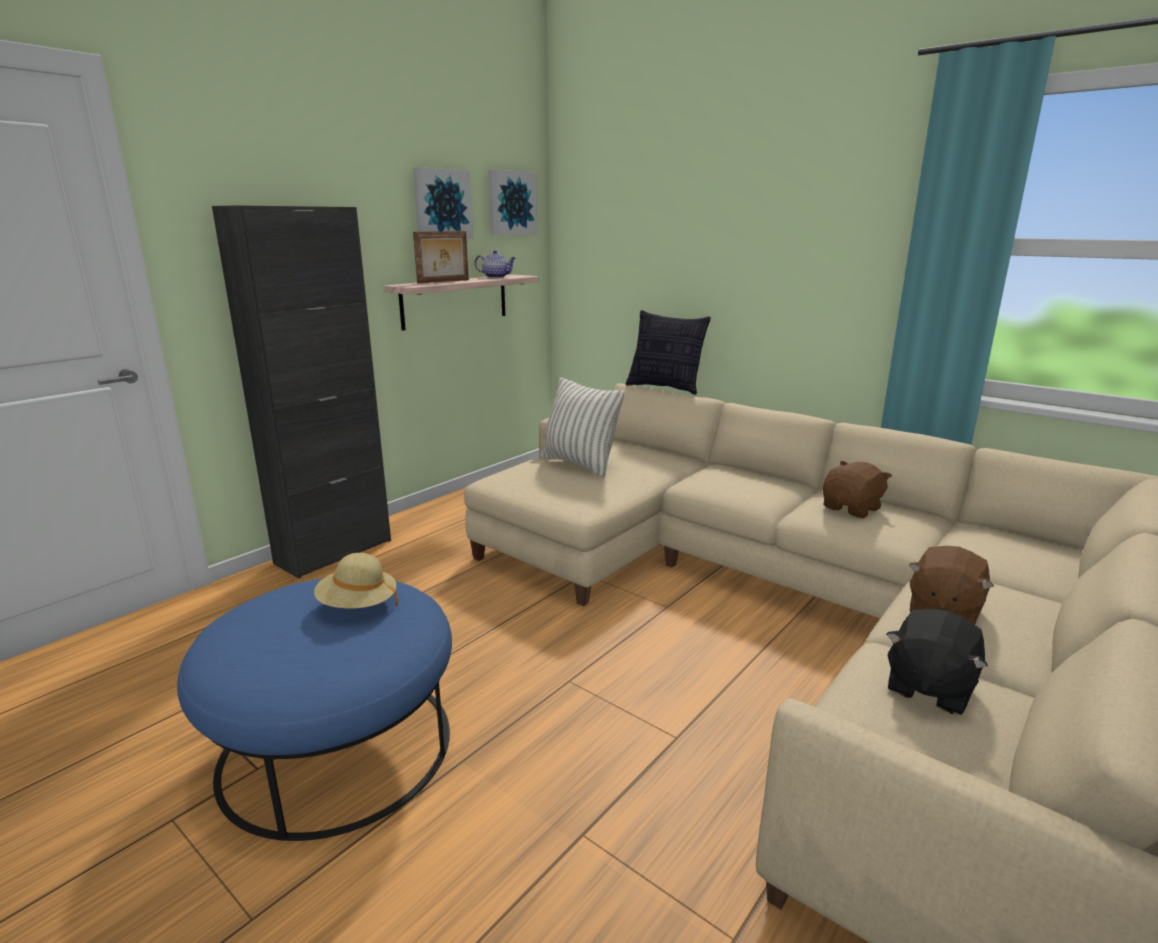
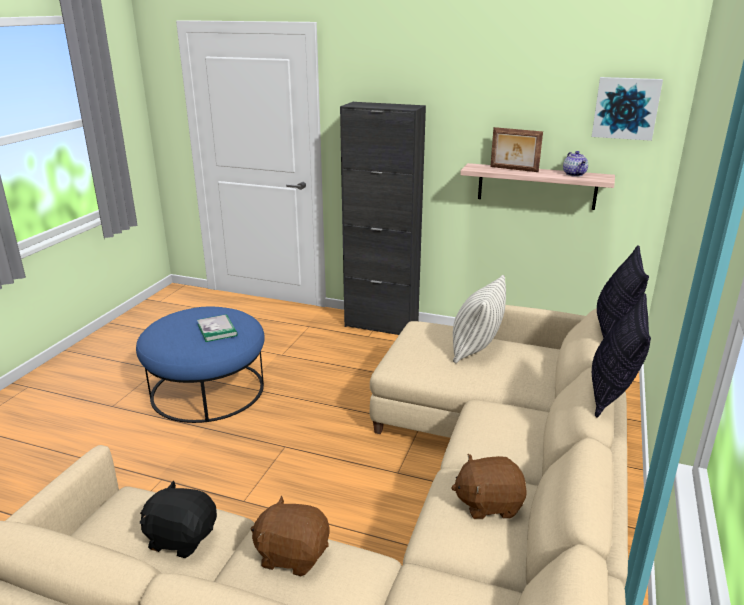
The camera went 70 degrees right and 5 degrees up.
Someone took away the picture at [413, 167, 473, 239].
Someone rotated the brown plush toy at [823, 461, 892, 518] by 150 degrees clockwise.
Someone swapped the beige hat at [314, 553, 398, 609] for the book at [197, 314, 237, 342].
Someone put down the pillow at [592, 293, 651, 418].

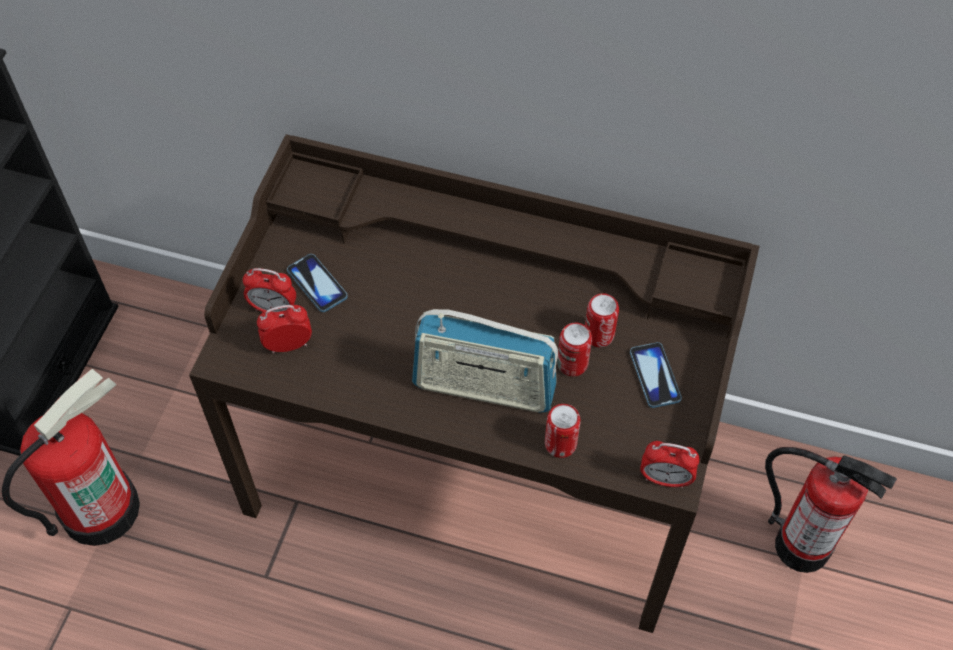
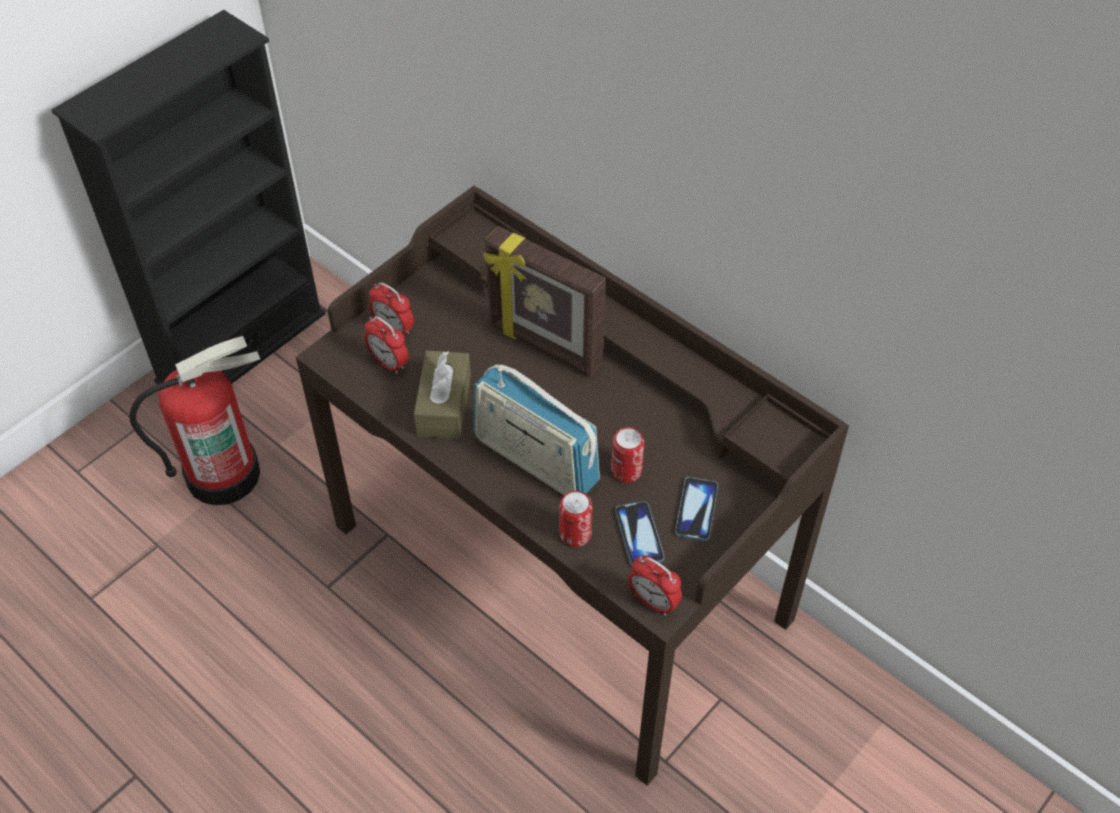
The camera went 25 degrees right and 5 degrees down.
Someone carried the phone from [287, 254, 348, 312] to [615, 501, 665, 566].
Someone took away the can at [585, 293, 619, 347].
Someone rotated the alarm clock at [257, 305, 312, 354] by 150 degrees counterclockwise.
Someone took away the fire extinguisher at [765, 447, 897, 573].
Someone put down the picture frame at [483, 226, 606, 376].
Someone put down the brown tissue box at [414, 350, 471, 439].

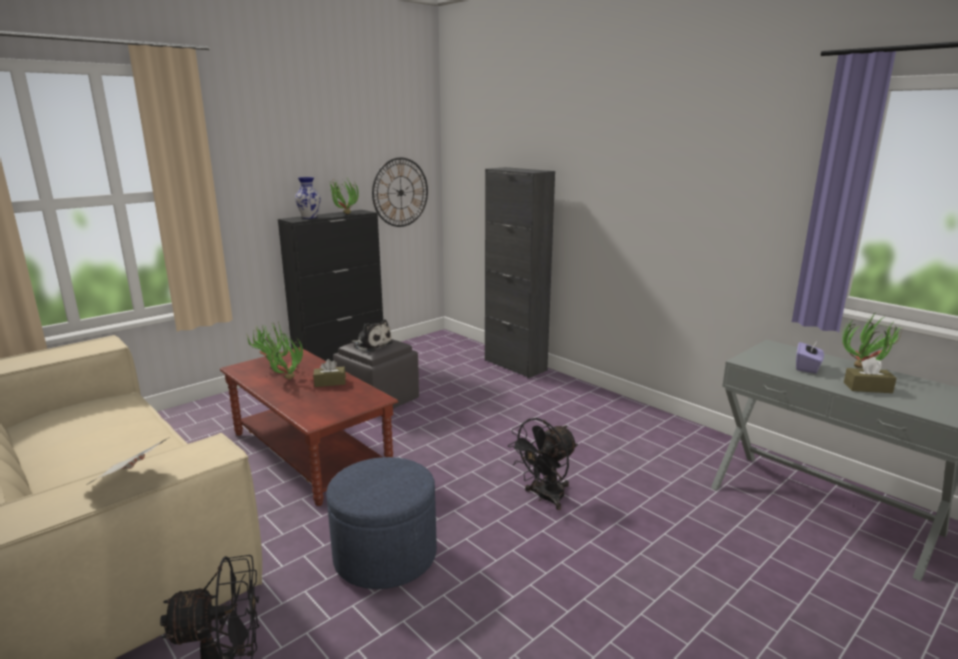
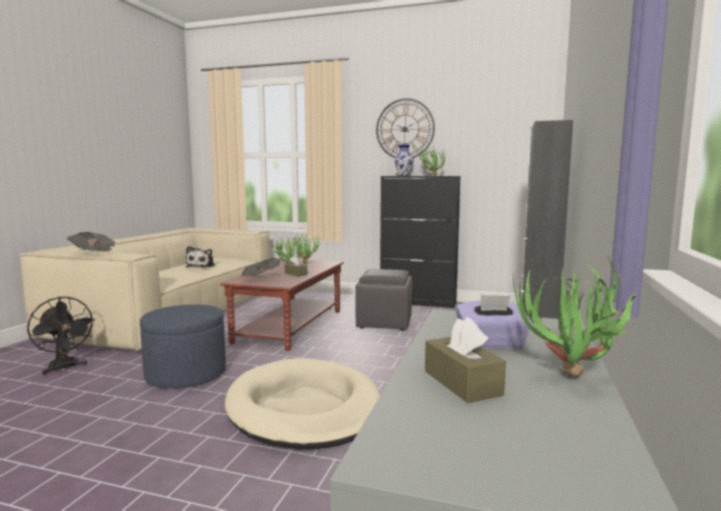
The camera went 60 degrees right and 10 degrees down.
Someone carried the wall clock from [372, 158, 428, 227] to [376, 98, 435, 158].
Someone carried the plush toy from [351, 319, 393, 352] to [186, 246, 215, 268].
Someone swapped the black fan at [508, 418, 578, 510] for the beige dog bed at [225, 358, 381, 449].
Someone put down the newspaper at [241, 258, 281, 276].

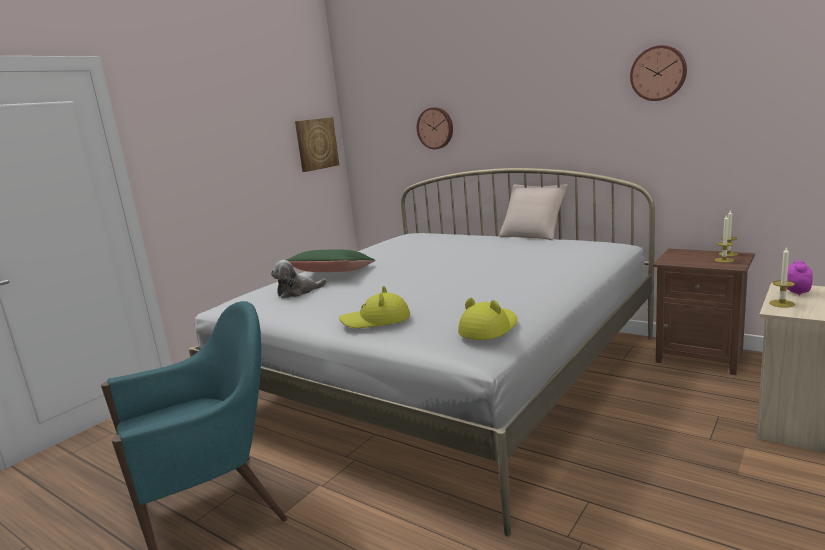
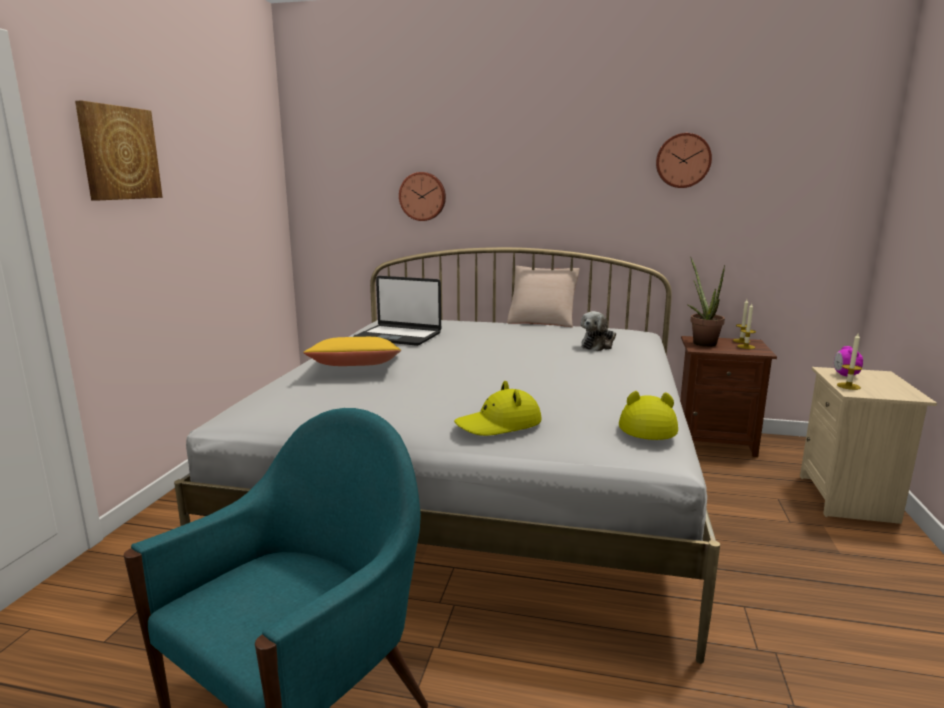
The camera went 25 degrees left and 0 degrees up.
Someone carried the picture from [295, 117, 339, 172] to [75, 101, 163, 200].
Someone repainted the green pillow at [286, 249, 375, 272], which became the yellow pillow at [304, 337, 401, 366].
Someone carried the plush toy from [271, 260, 327, 299] to [581, 311, 616, 351].
Someone put down the potted plant at [687, 257, 725, 347].
Someone put down the laptop at [353, 276, 441, 346].

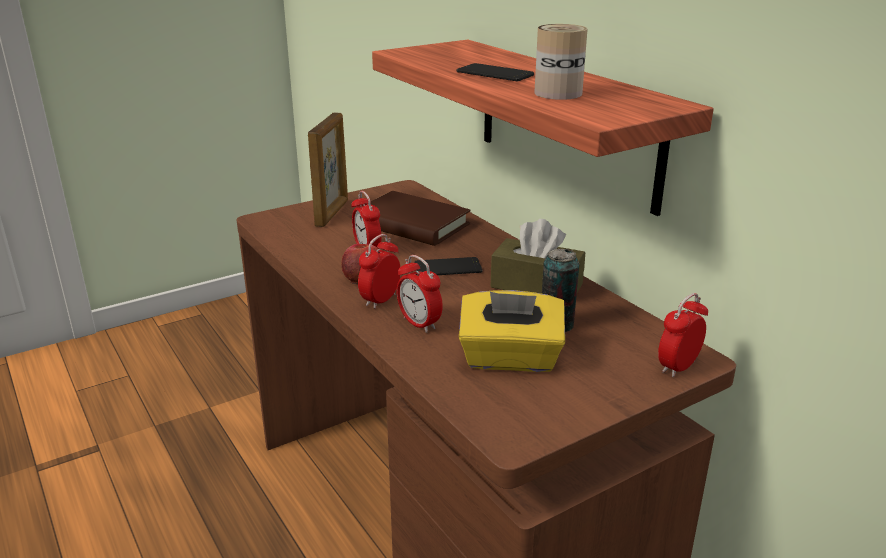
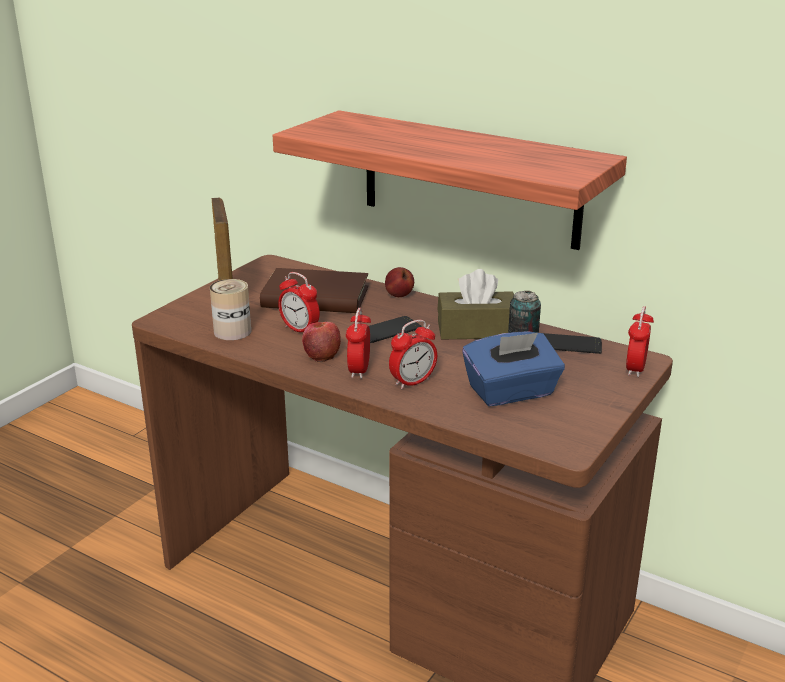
The camera went 25 degrees left and 0 degrees up.
Someone carried the can from [534, 24, 588, 100] to [210, 279, 251, 340].
Someone carried the phone from [457, 63, 534, 82] to [543, 333, 602, 354].
Someone rotated the alarm clock at [397, 255, 443, 333] by 60 degrees counterclockwise.
Someone repainted the yellow tissue box at [459, 290, 565, 372], which became the blue tissue box at [462, 331, 565, 406].
Someone put down the apple at [385, 267, 414, 297].

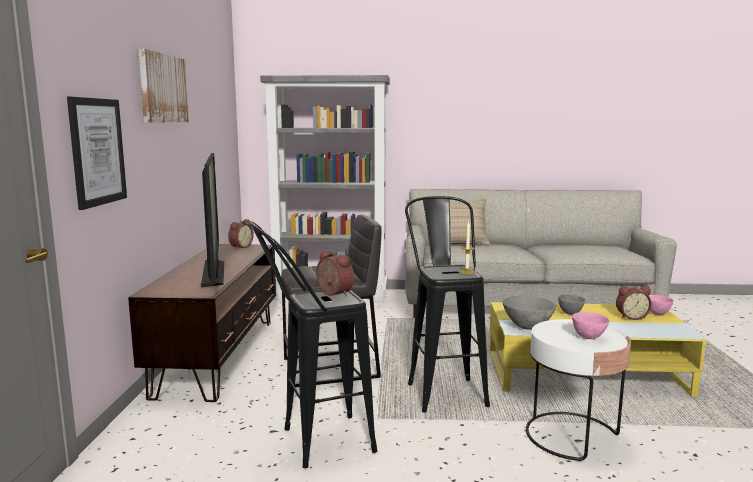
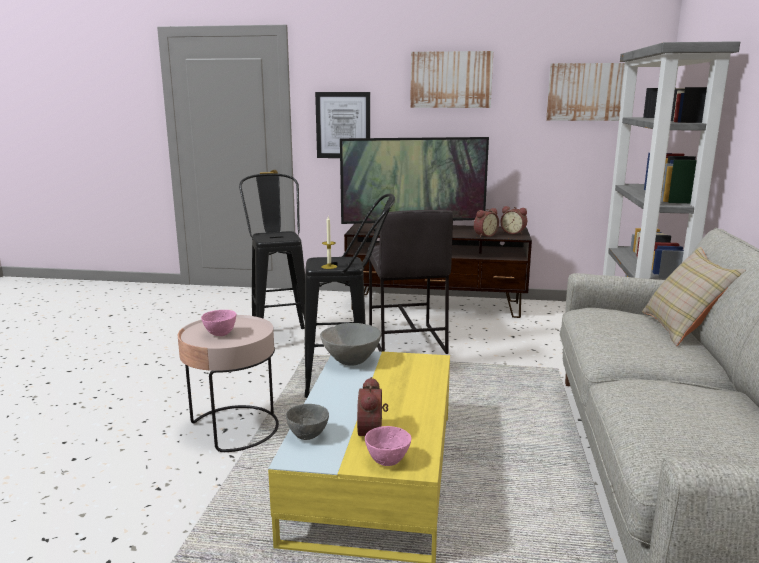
The camera went 95 degrees right and 5 degrees up.
Someone carried the alarm clock from [316, 250, 354, 297] to [474, 208, 499, 237].
Someone carried the grey bowl from [558, 295, 585, 315] to [286, 404, 329, 440].
Someone repainted the white side table at [526, 319, 631, 461], which became the pink side table at [178, 315, 279, 453].
Someone put up the picture at [546, 63, 625, 121].

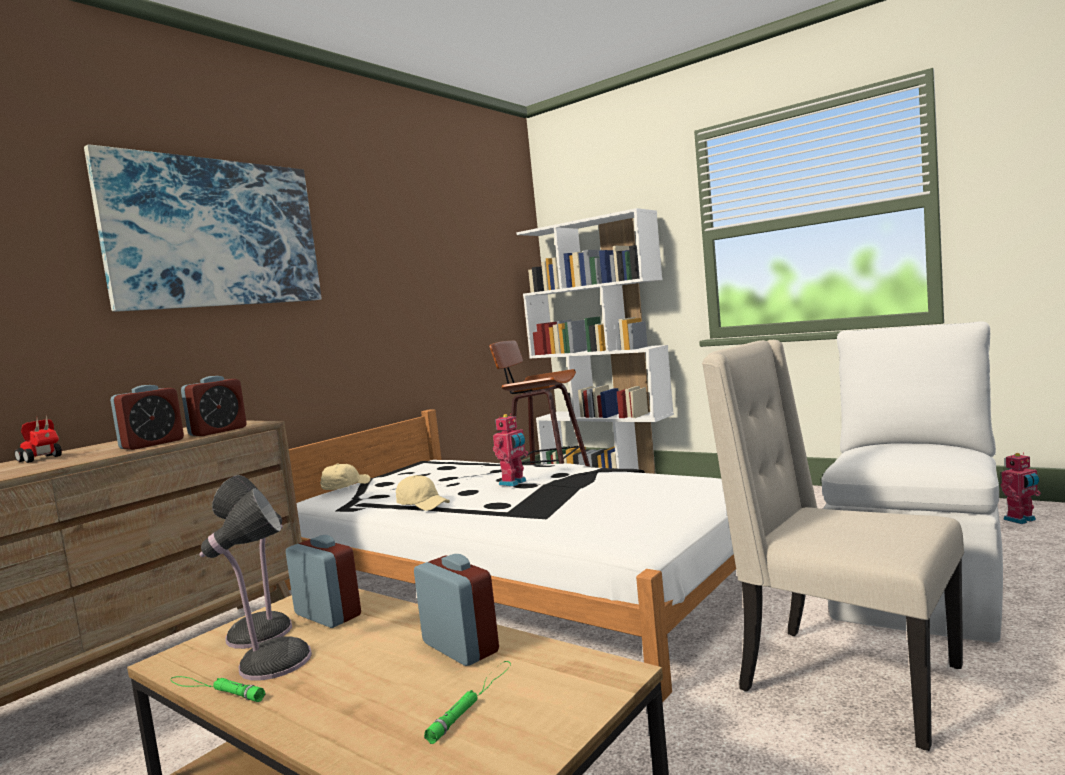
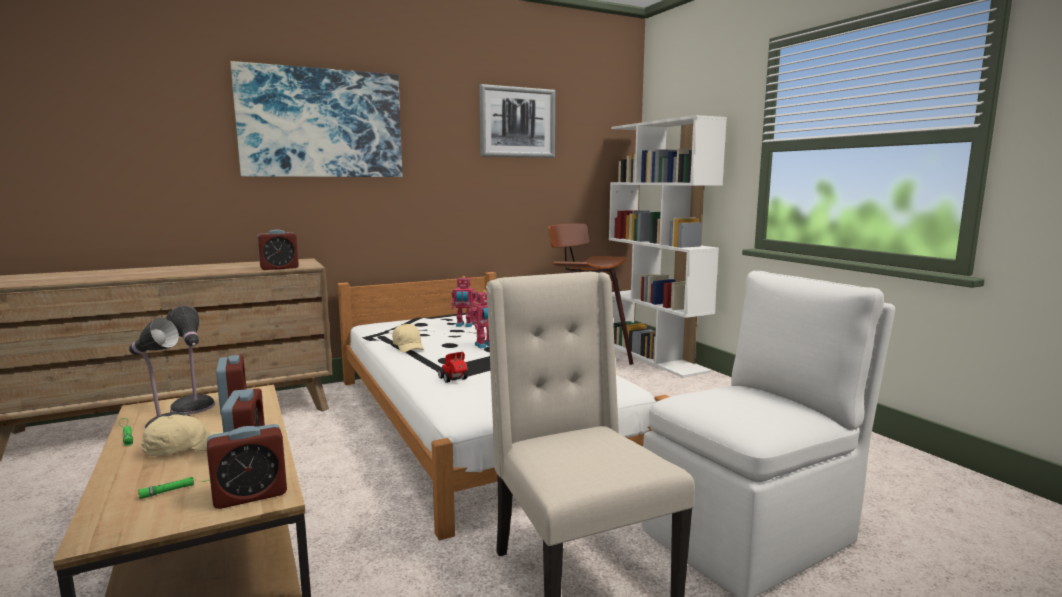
The camera went 25 degrees right and 5 degrees up.
Someone carried the alarm clock from [110, 385, 184, 450] to [207, 424, 287, 509].
Someone carried the toy car from [15, 414, 62, 463] to [438, 352, 468, 383].
Someone carried the toy robot from [1001, 453, 1041, 524] to [451, 276, 477, 327].
Someone carried the beige cap from [320, 464, 371, 490] to [141, 414, 223, 456].
Someone put up the picture at [479, 84, 555, 158].

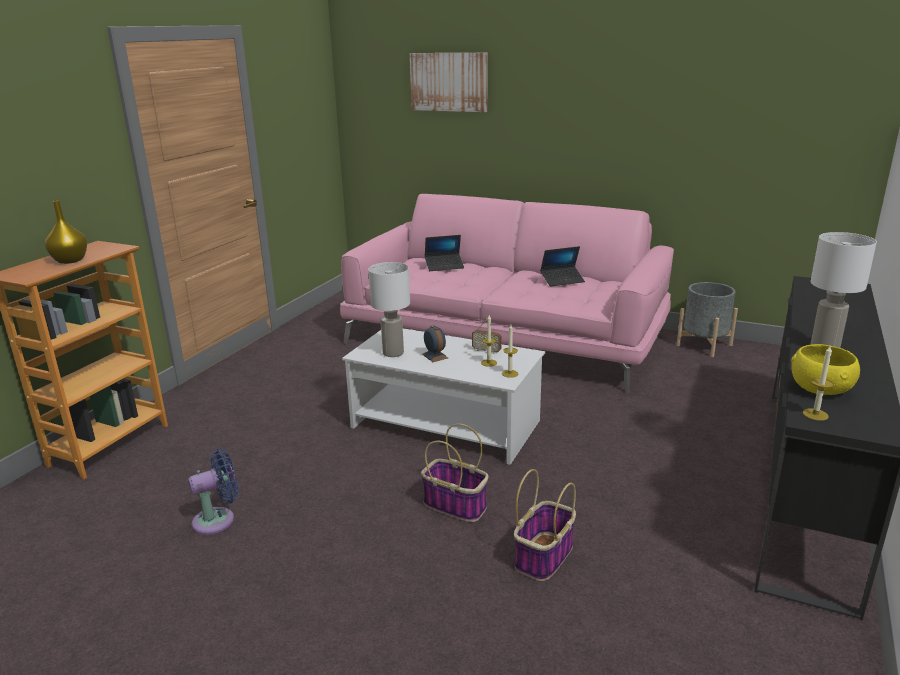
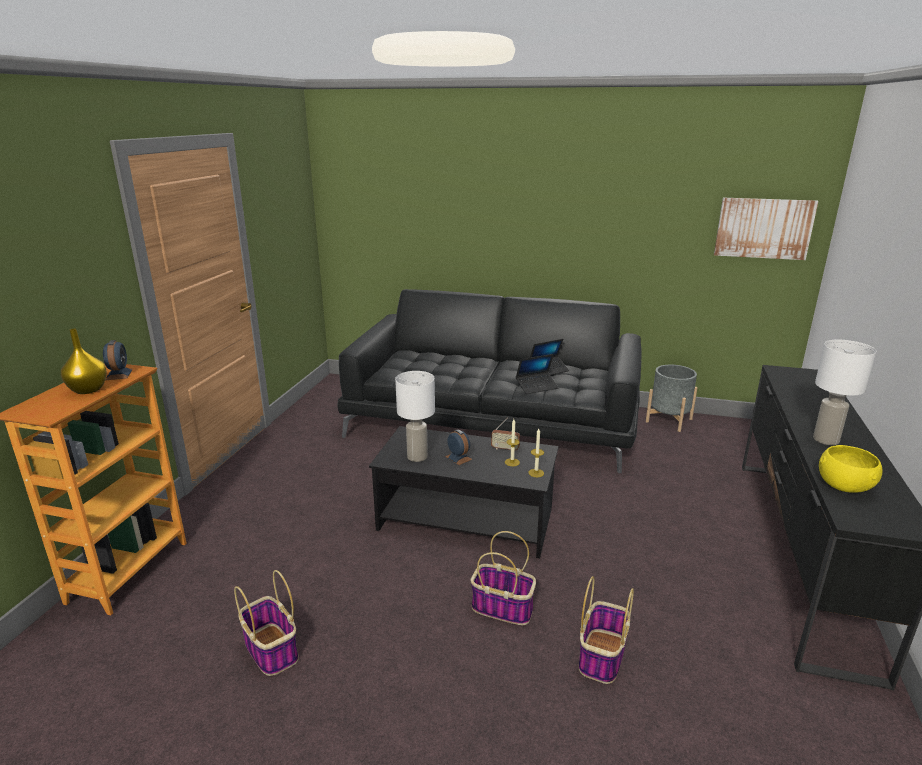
The camera went 10 degrees left and 0 degrees up.
Someone carried the picture from [410, 53, 488, 112] to [714, 198, 818, 260].
Someone repainted the pink sofa at [340, 194, 674, 393], which became the black sofa at [338, 289, 642, 474].
Someone carried the laptop from [425, 235, 464, 271] to [516, 354, 559, 394].
Someone repainted the white coffee table at [342, 328, 545, 465], which became the black coffee table at [369, 426, 559, 558].
Someone took away the candle at [803, 346, 834, 421].
Someone swapped the blue fan at [188, 449, 239, 535] for the basket at [234, 570, 299, 676].
Someone put down the alarm clock at [103, 340, 133, 380].

